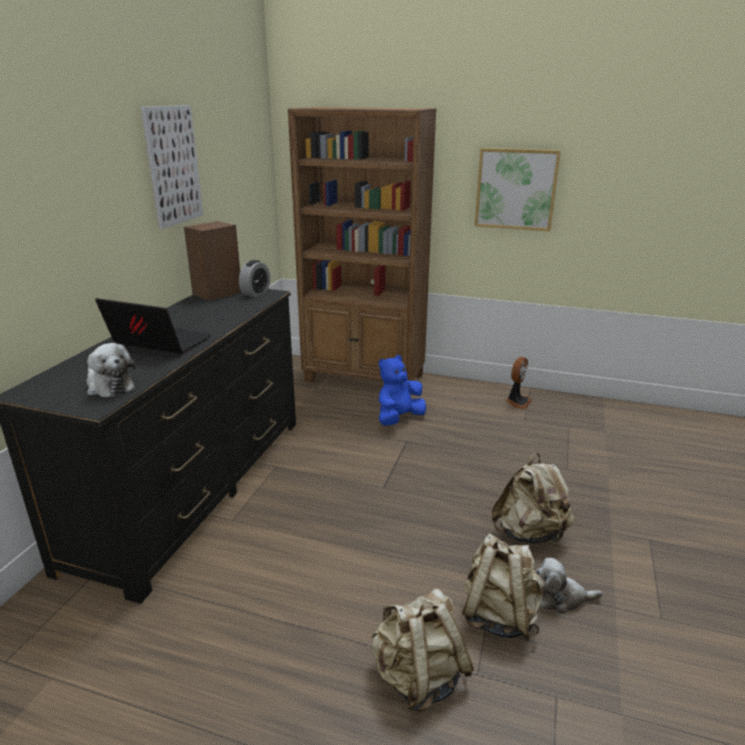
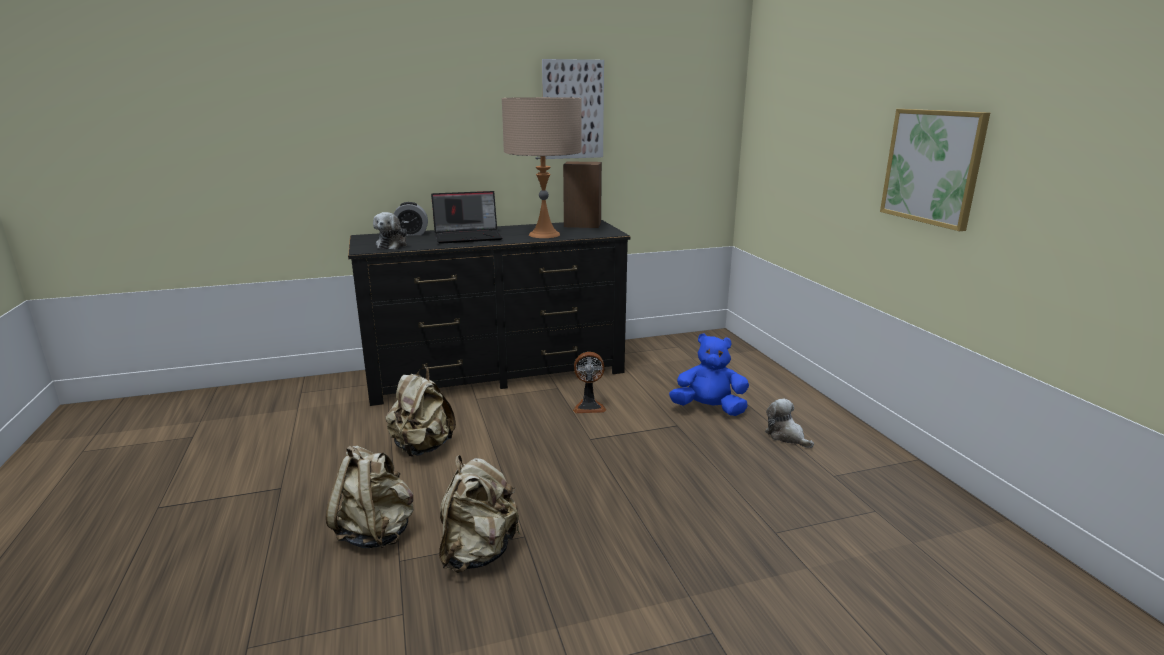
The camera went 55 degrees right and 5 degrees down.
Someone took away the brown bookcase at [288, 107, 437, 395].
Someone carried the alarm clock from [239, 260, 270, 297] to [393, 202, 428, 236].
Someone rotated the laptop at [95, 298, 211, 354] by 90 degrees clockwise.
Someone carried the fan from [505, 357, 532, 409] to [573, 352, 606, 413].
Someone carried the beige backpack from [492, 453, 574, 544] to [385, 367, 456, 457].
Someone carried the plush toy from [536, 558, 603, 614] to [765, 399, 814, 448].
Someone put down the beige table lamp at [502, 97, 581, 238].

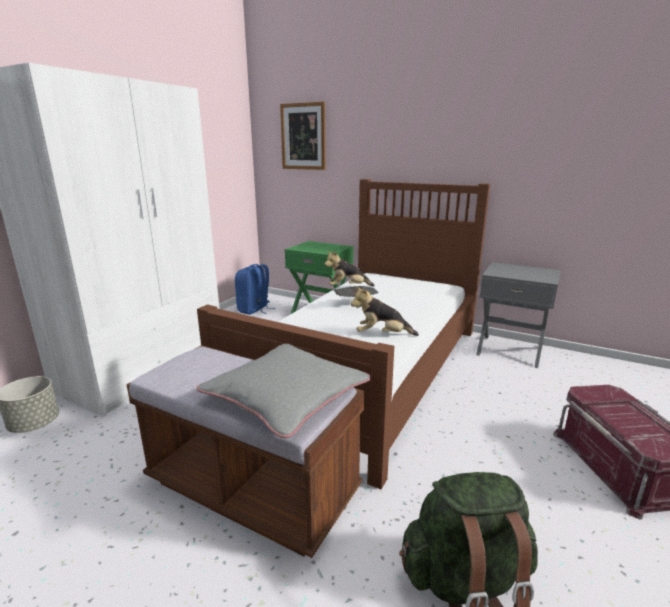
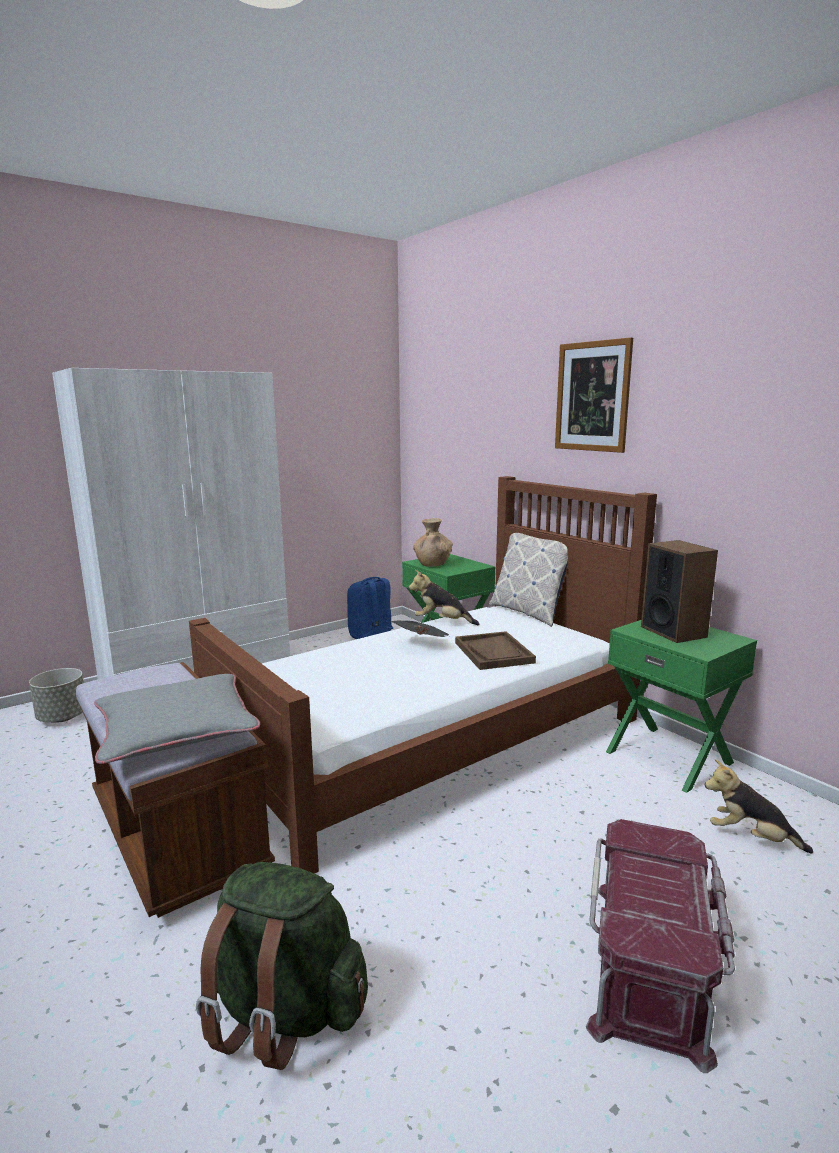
The camera went 25 degrees right and 5 degrees down.
Someone carried the picture from [280, 102, 325, 170] to [555, 337, 633, 453].
Someone repainted the grey nightstand at [476, 262, 561, 368], which became the green nightstand at [606, 620, 757, 793].
Someone carried the plush toy from [351, 286, 419, 336] to [705, 759, 813, 854].
Someone put down the brown vase at [413, 518, 453, 567].
Someone put down the pillow at [489, 533, 568, 627].
Someone put down the speaker at [641, 540, 718, 643].
Someone put down the brown tray at [455, 631, 536, 670].

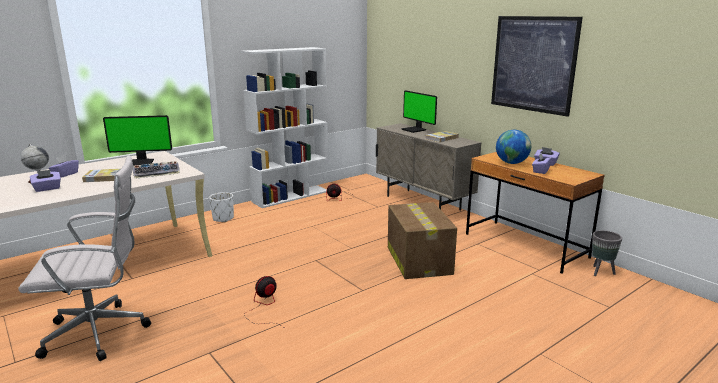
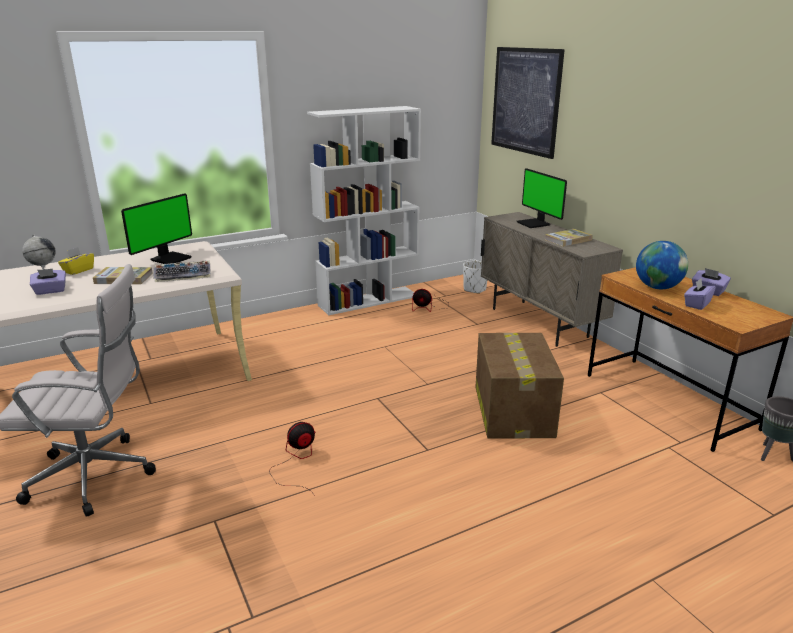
The camera went 10 degrees right and 5 degrees up.
Someone carried the picture from [491, 16, 583, 117] to [491, 47, 565, 159].
Someone rotated the monitor at [103, 115, 172, 166] by 60 degrees counterclockwise.
Someone repainted the purple tissue box at [49, 155, 79, 178], which became the yellow tissue box at [58, 247, 94, 275].
Someone carried the white planter from [209, 192, 234, 222] to [463, 261, 487, 294].

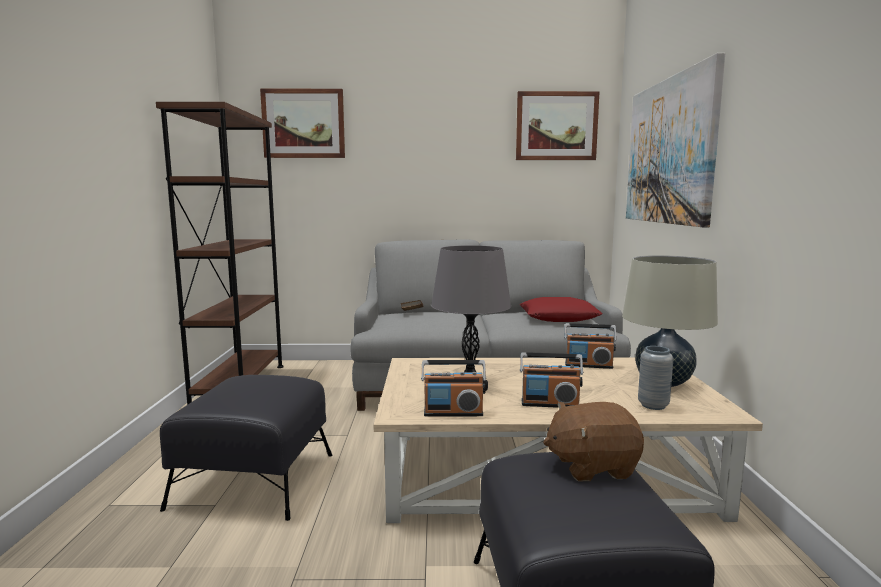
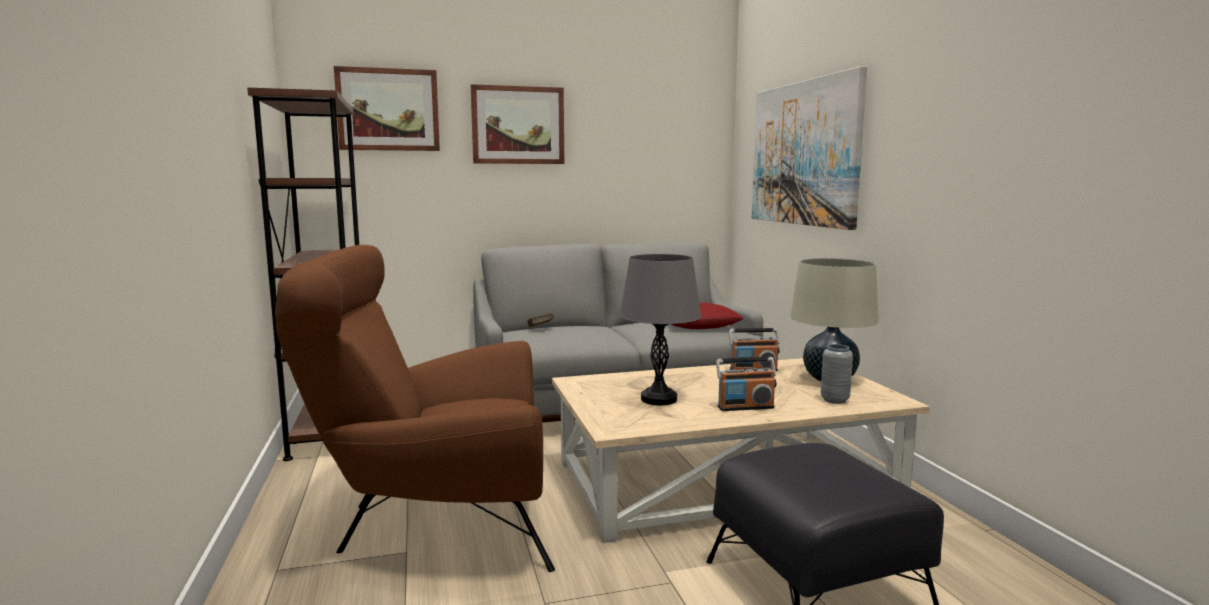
The camera went 15 degrees left and 0 degrees up.
Someone carried the picture from [516, 91, 600, 160] to [471, 84, 564, 164].
Someone took away the radio at [421, 360, 486, 417].
Someone swapped the black ottoman at [160, 375, 332, 521] for the brown armchair at [275, 245, 555, 572].
Someone took away the brown plush toy at [543, 402, 644, 481].

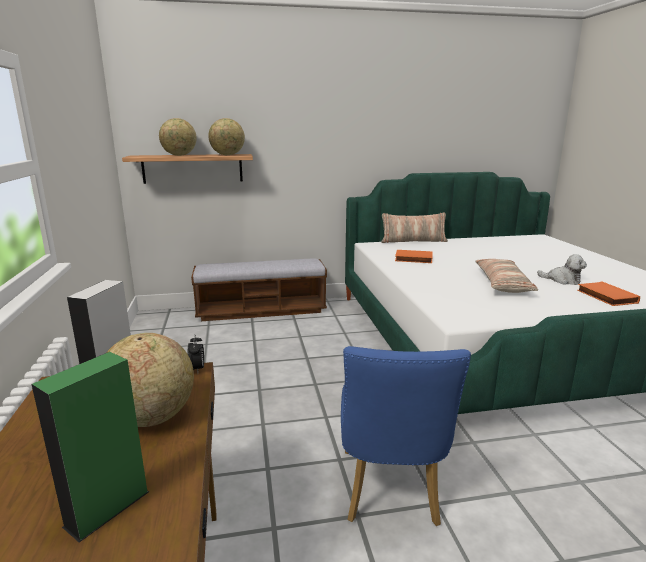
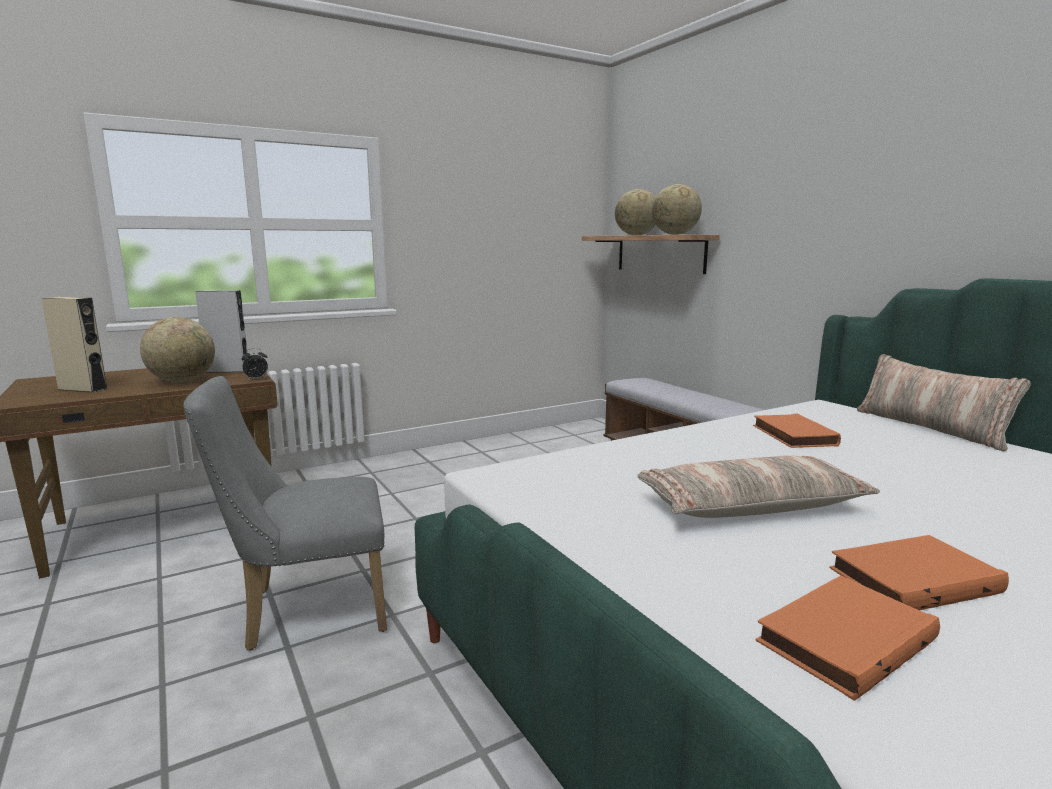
The camera went 70 degrees right and 5 degrees down.
Someone swapped the plush toy at [537, 254, 587, 285] for the orange book at [830, 535, 1009, 610].
Someone repainted the blue chair at [341, 346, 471, 526], which became the grey chair at [183, 376, 387, 651].
Someone repainted the green speaker at [31, 352, 149, 542], which became the beige speaker at [41, 297, 108, 392].

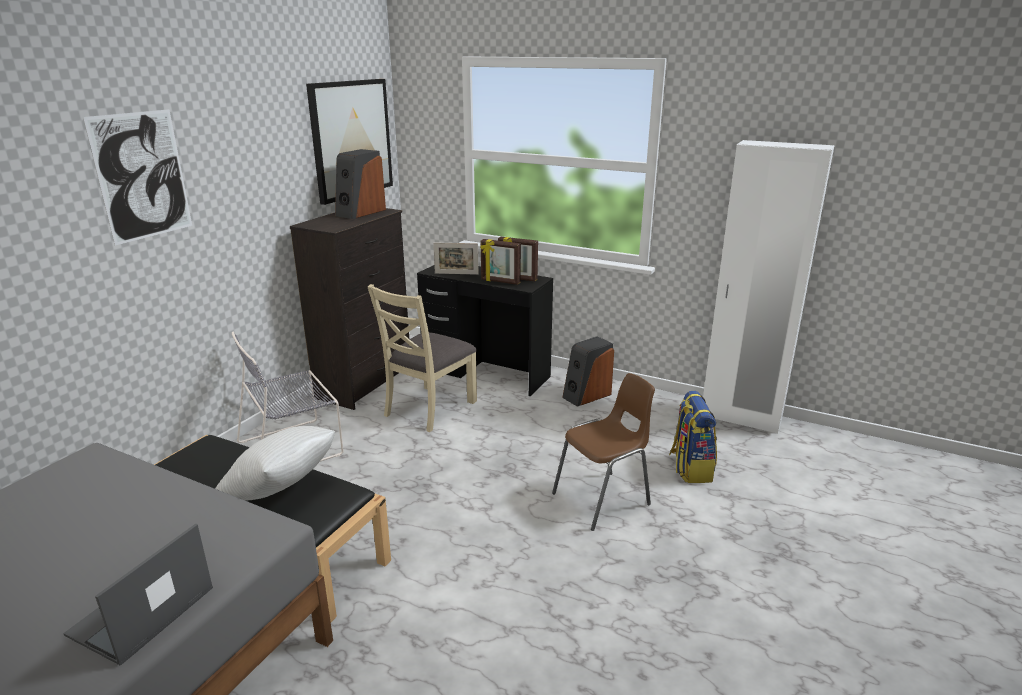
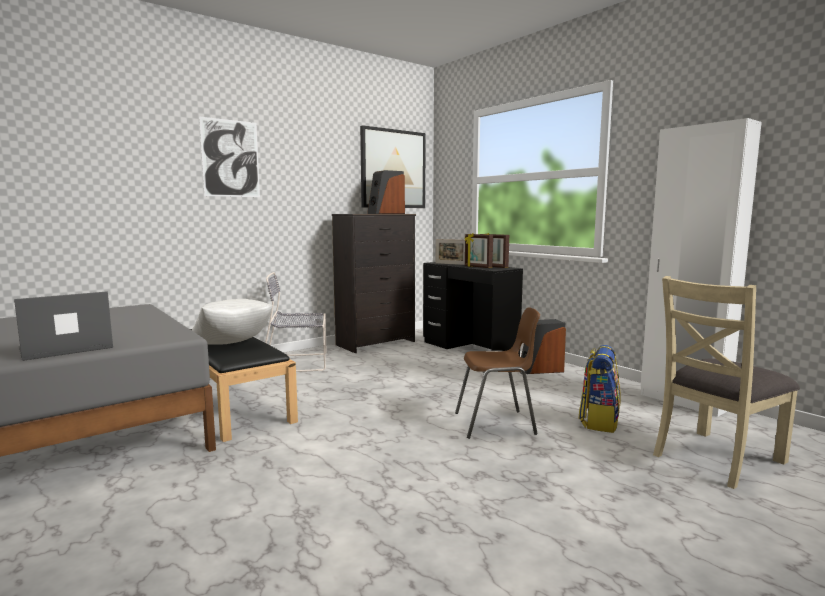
The camera went 25 degrees right and 15 degrees down.
Someone carried the beige chair from [368, 284, 477, 432] to [653, 276, 800, 489].

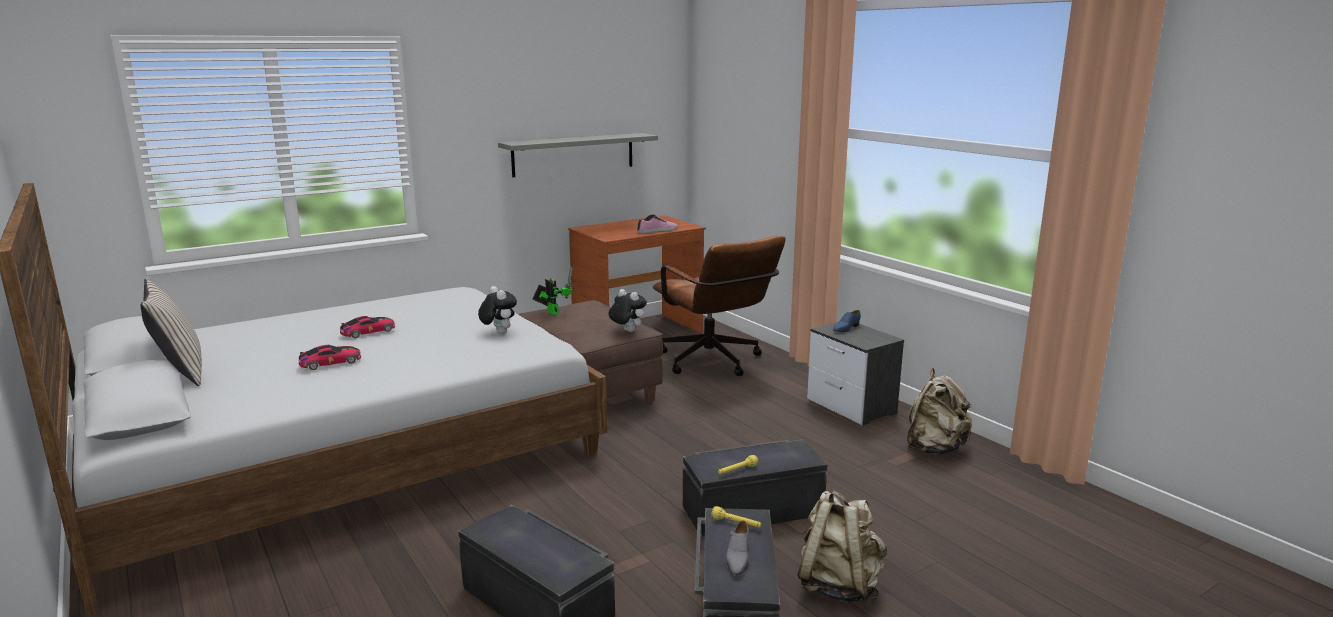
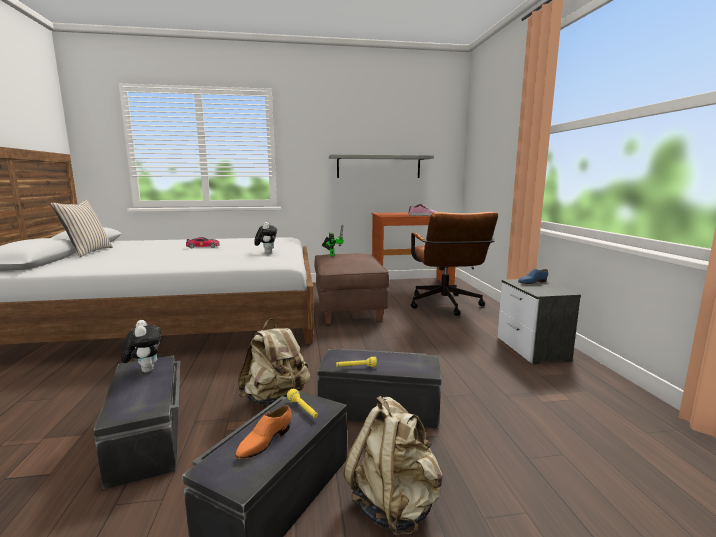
The camera went 25 degrees right and 5 degrees down.
Someone carried the plush toy from [608, 289, 647, 332] to [121, 320, 161, 373].
Someone took away the toy car at [299, 345, 361, 370].
Someone carried the beige backpack from [907, 368, 972, 455] to [238, 318, 310, 405].
Someone repainted the grey shoe at [726, 521, 749, 576], which became the orange shoe at [235, 405, 292, 459].

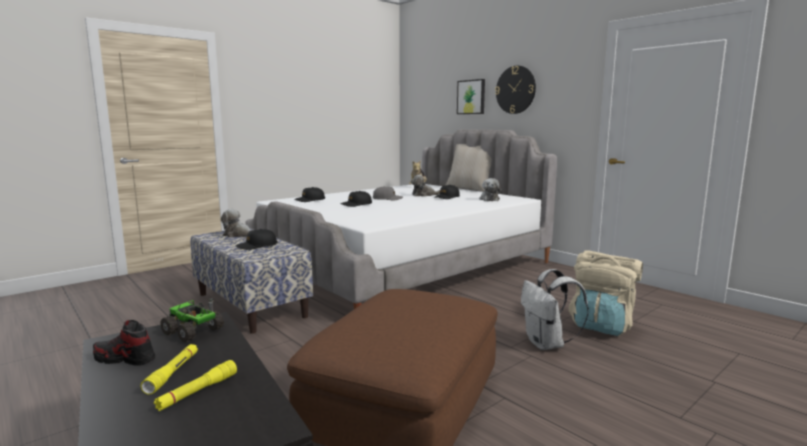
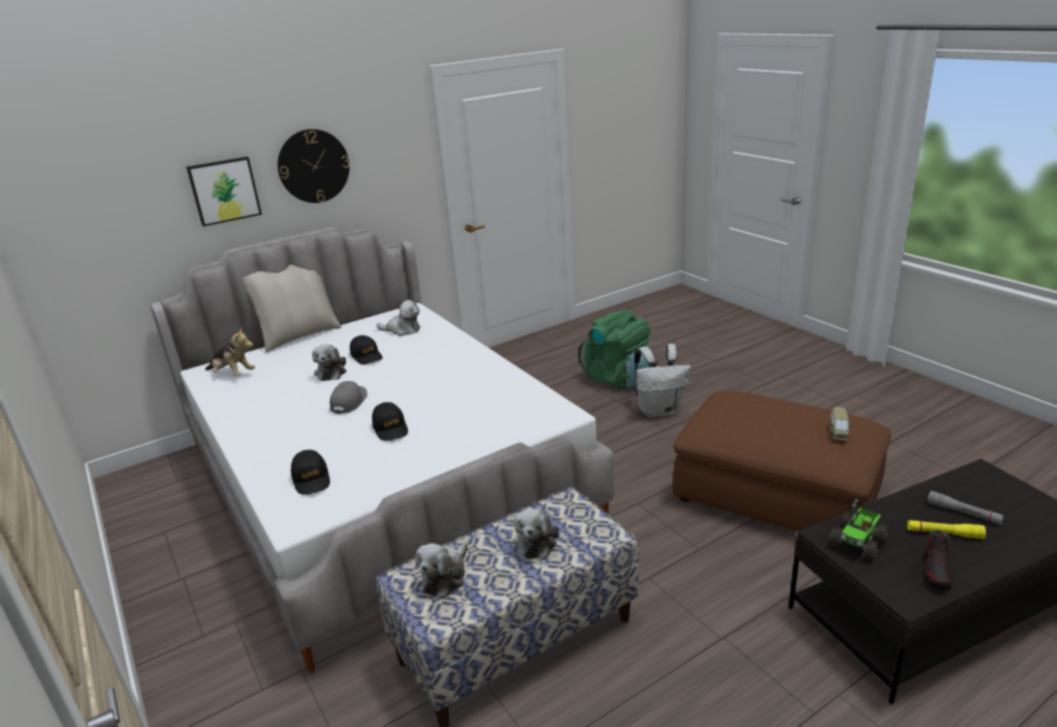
The camera went 80 degrees left and 15 degrees up.
Someone swapped the black cap at [235, 229, 277, 250] for the plush toy at [513, 507, 559, 558].
Someone repainted the beige backpack at [569, 250, 643, 336], which became the green backpack at [578, 310, 651, 390].
Someone repainted the yellow flashlight at [154, 360, 237, 411], which became the grey flashlight at [927, 491, 1004, 525].
Someone put down the toy car at [830, 407, 852, 440].

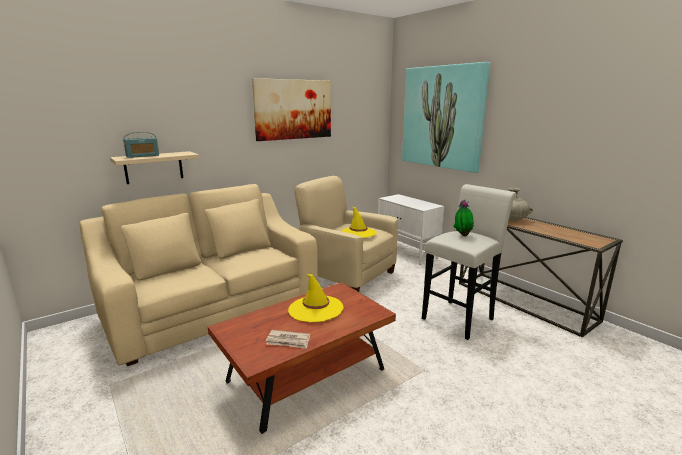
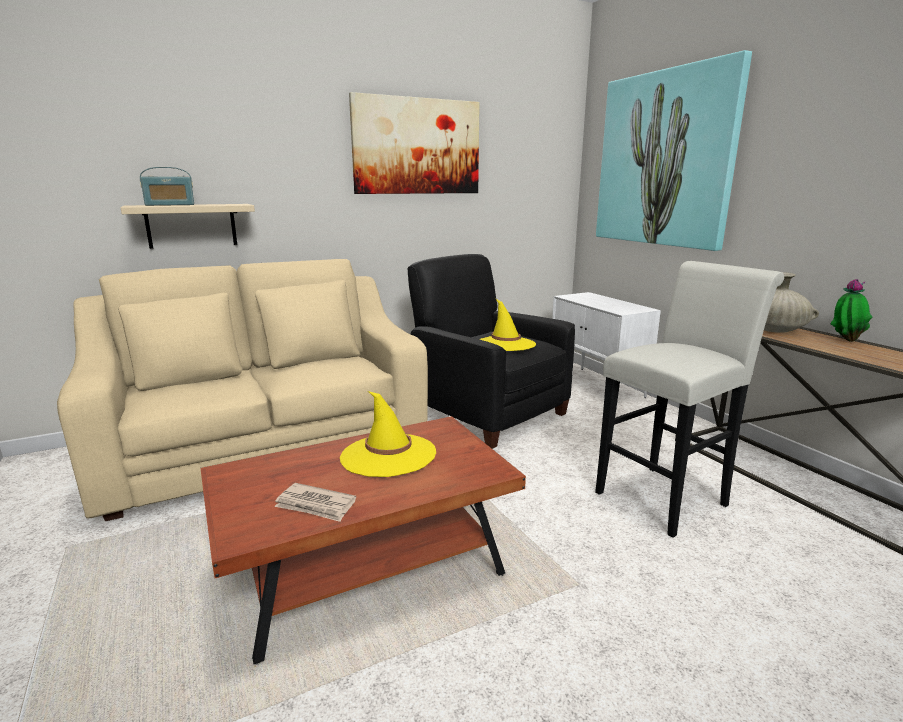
The camera went 10 degrees right and 0 degrees up.
Someone repainted the beige armchair at [294, 176, 398, 292], which became the black armchair at [407, 254, 575, 449].
Someone carried the potted plant from [453, 200, 474, 236] to [830, 279, 872, 342].

